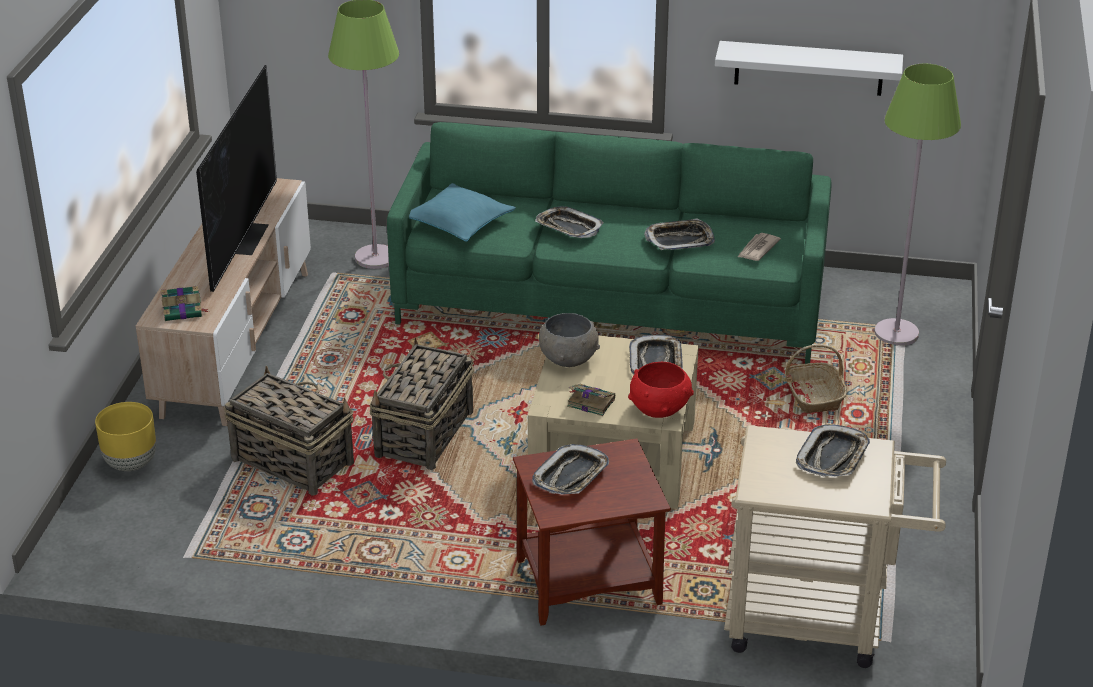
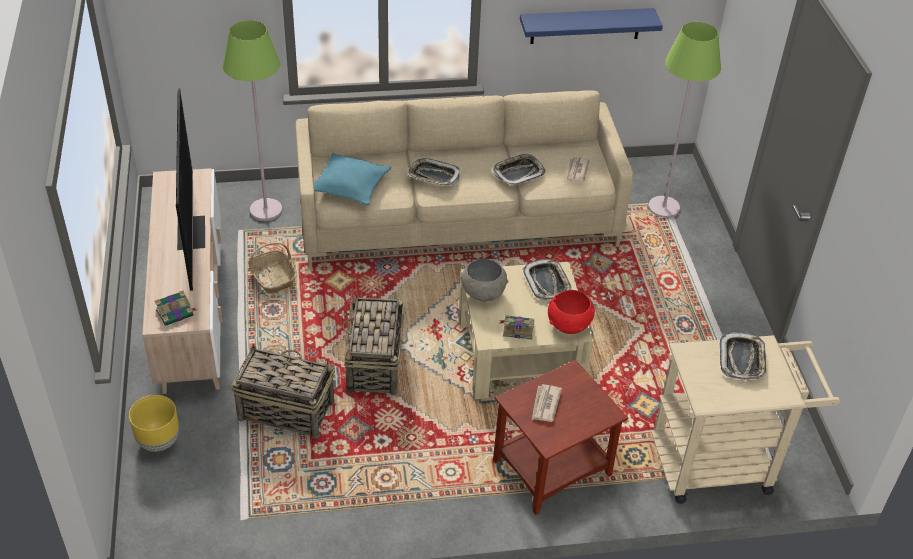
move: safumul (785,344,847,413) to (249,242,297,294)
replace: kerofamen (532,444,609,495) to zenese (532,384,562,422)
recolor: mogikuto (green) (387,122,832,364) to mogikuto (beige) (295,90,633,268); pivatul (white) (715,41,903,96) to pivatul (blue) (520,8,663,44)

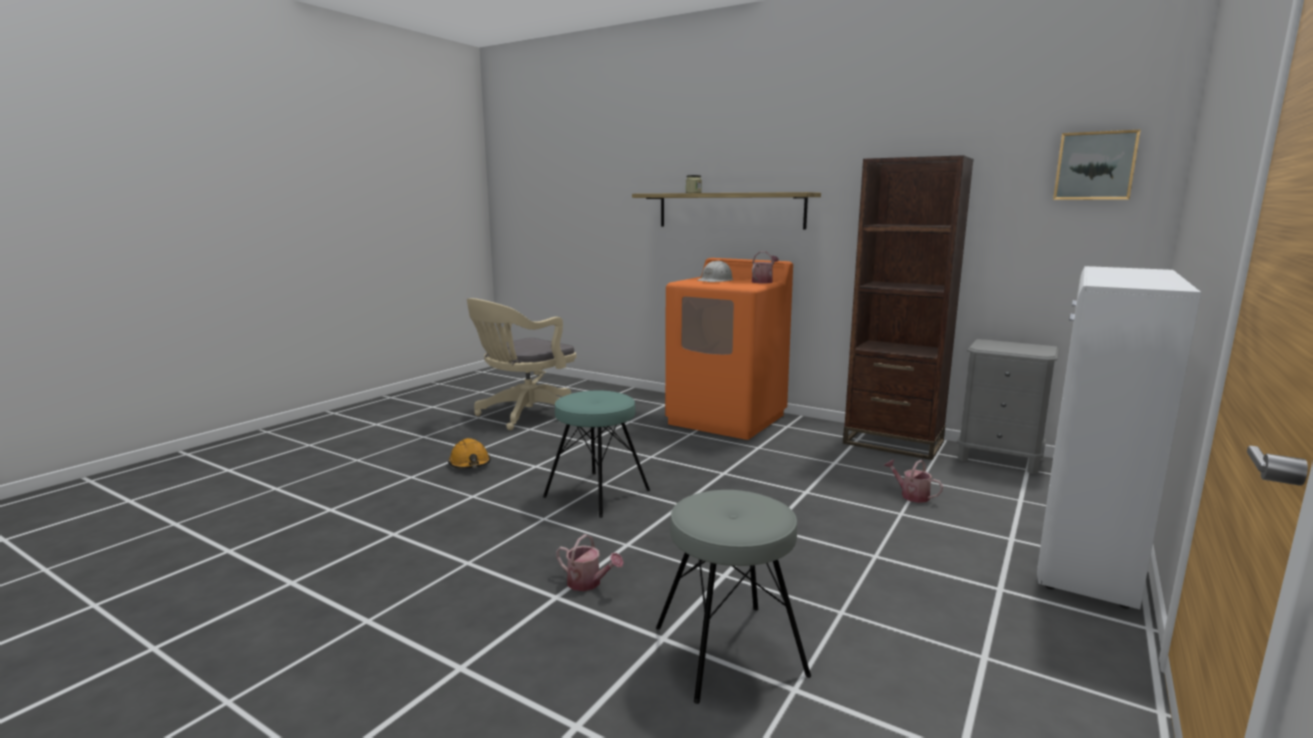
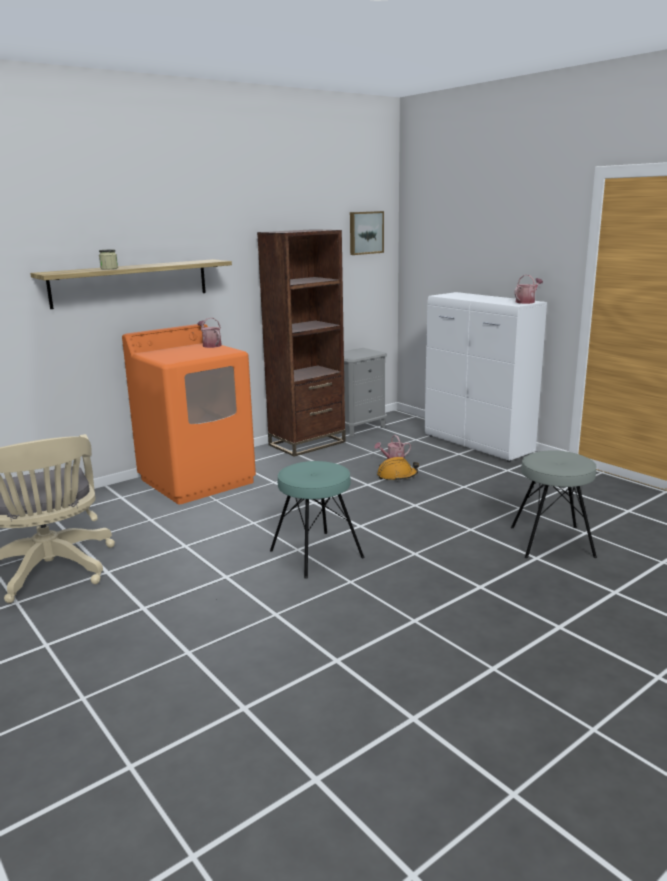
delete: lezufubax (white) (697,261,734,282)
move: lezufubax (orange) (448,438,491,469) to (377,457,419,481); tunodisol (556,534,624,591) to (514,275,543,304)

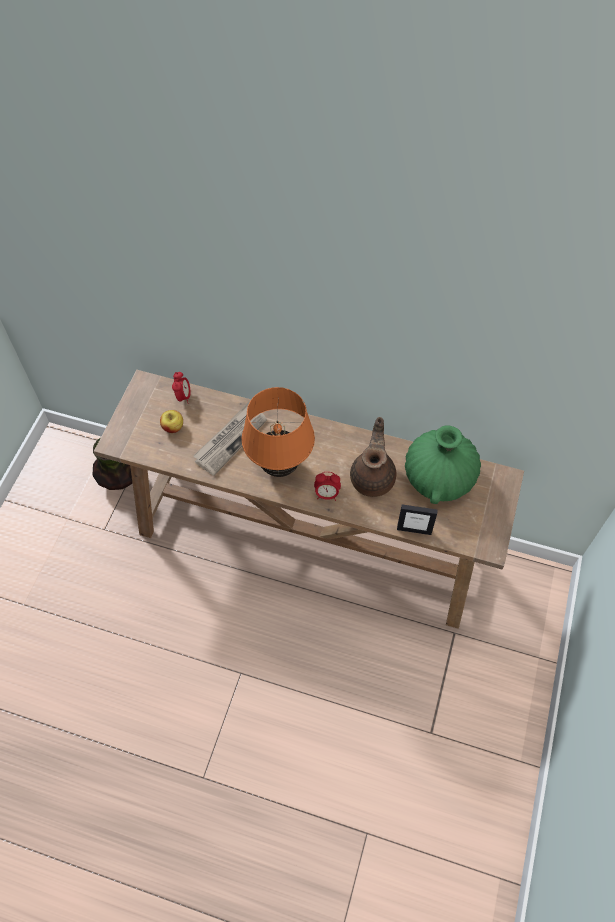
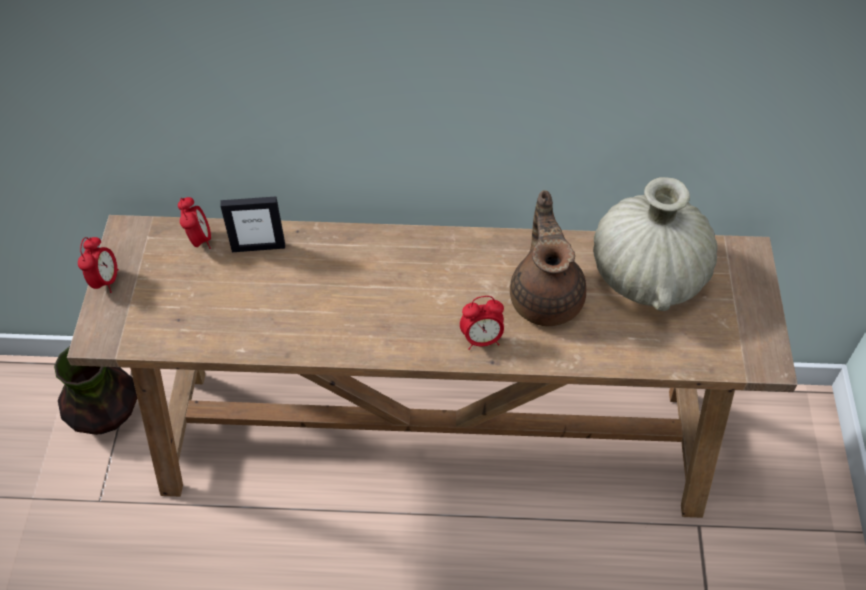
delete: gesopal (160,410,183,433); zenese (193,402,267,476); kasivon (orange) (242,387,315,477)
insert: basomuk (78,237,119,293)
move: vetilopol (397,504,438,535) to (220,196,285,252)
recolor: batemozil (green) (405,425,481,504) to batemozil (beige) (593,177,717,311)

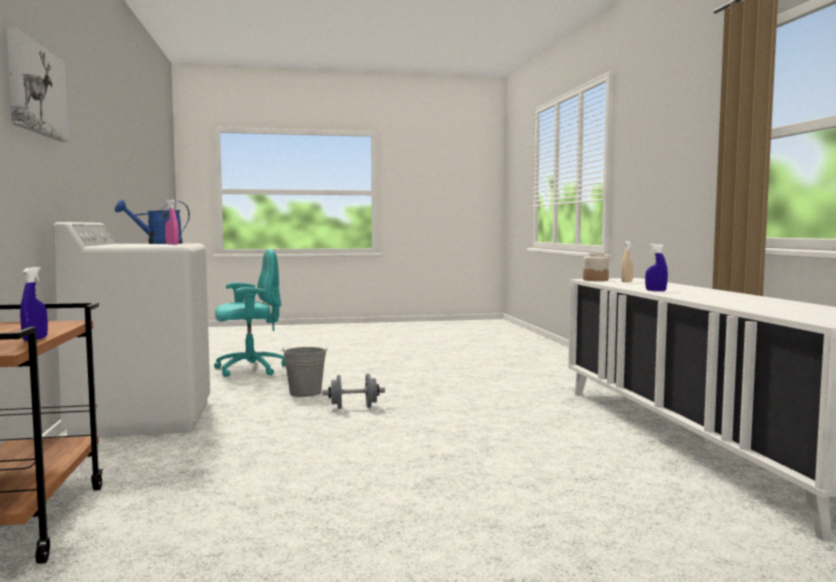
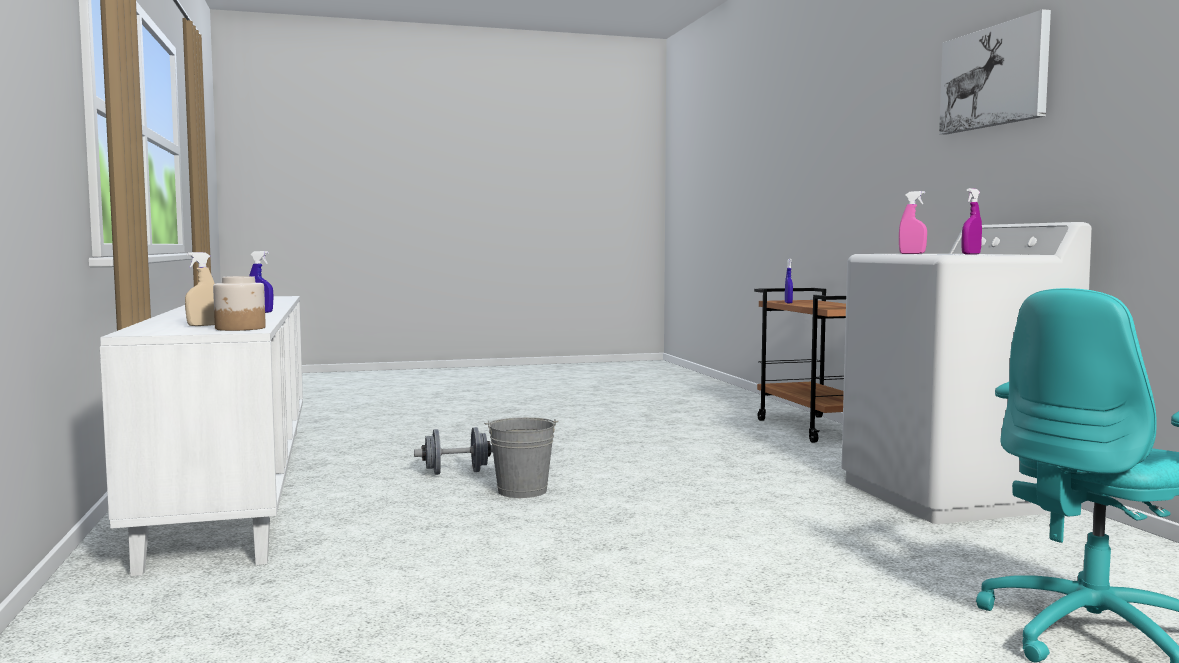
move: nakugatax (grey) (282,347,328,397) to (484,417,559,498); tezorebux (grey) (322,374,385,409) to (414,427,493,475)
replace: tunodisol (blue) (115,199,190,244) to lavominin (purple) (962,188,982,254)

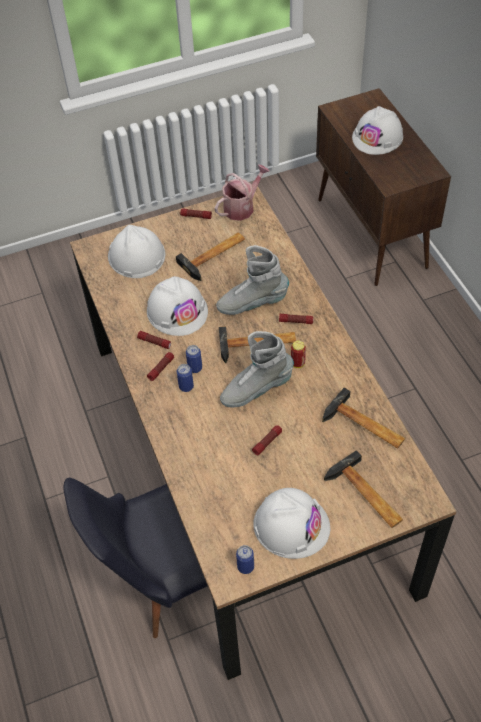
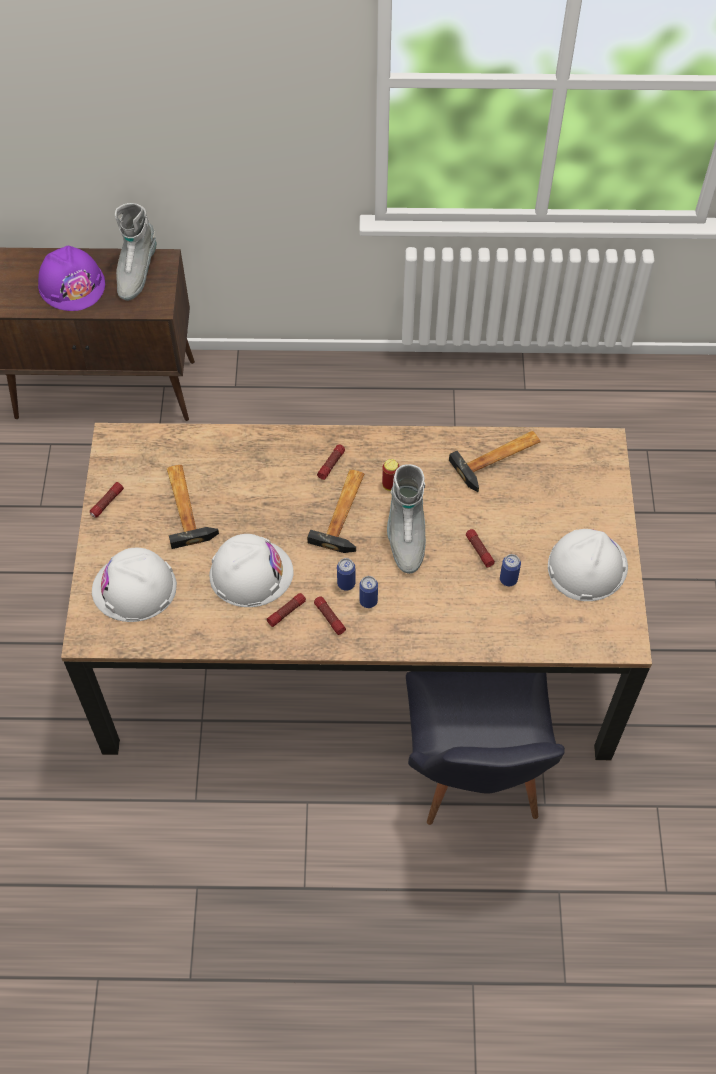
delete: tunodisol (215,164,270,221); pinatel (324,450,403,528)
move: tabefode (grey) (216,245,289,315) to (115,203,157,301); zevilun (236,545,254,574) to (500,554,521,586)
recolor: lezufubax (white) (352,106,403,155) to lezufubax (purple) (38,246,105,311)

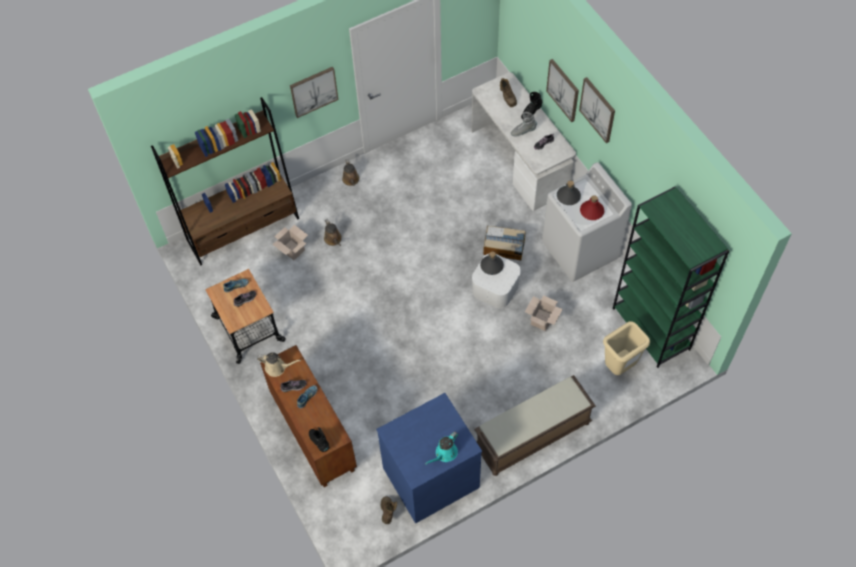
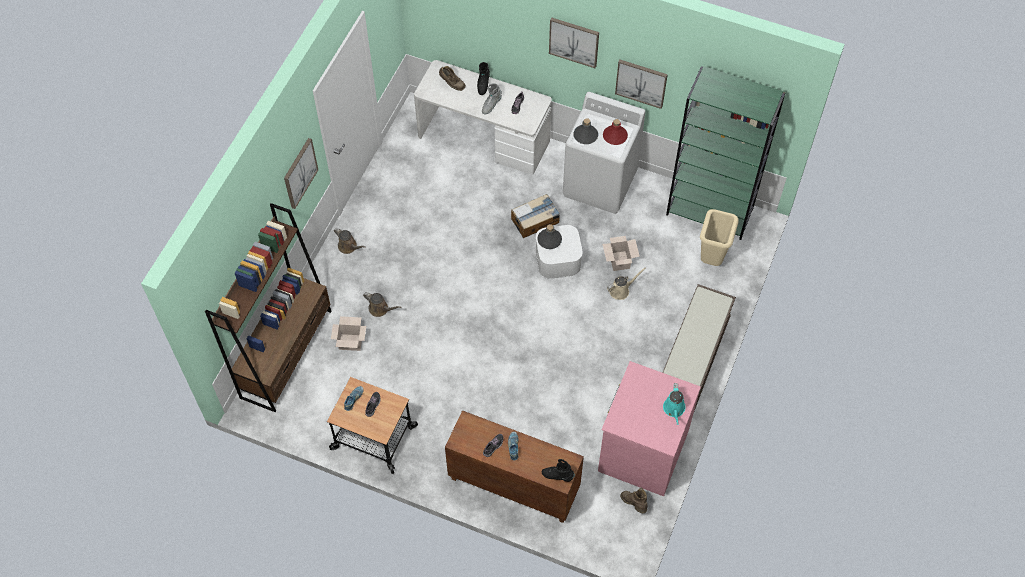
move: tunodisol (beige) (257,352,301,377) to (607,267,646,300); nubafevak (546,59,579,122) to (615,60,668,109)
recolor: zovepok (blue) (376,393,482,523) to zovepok (pink) (598,361,701,496)

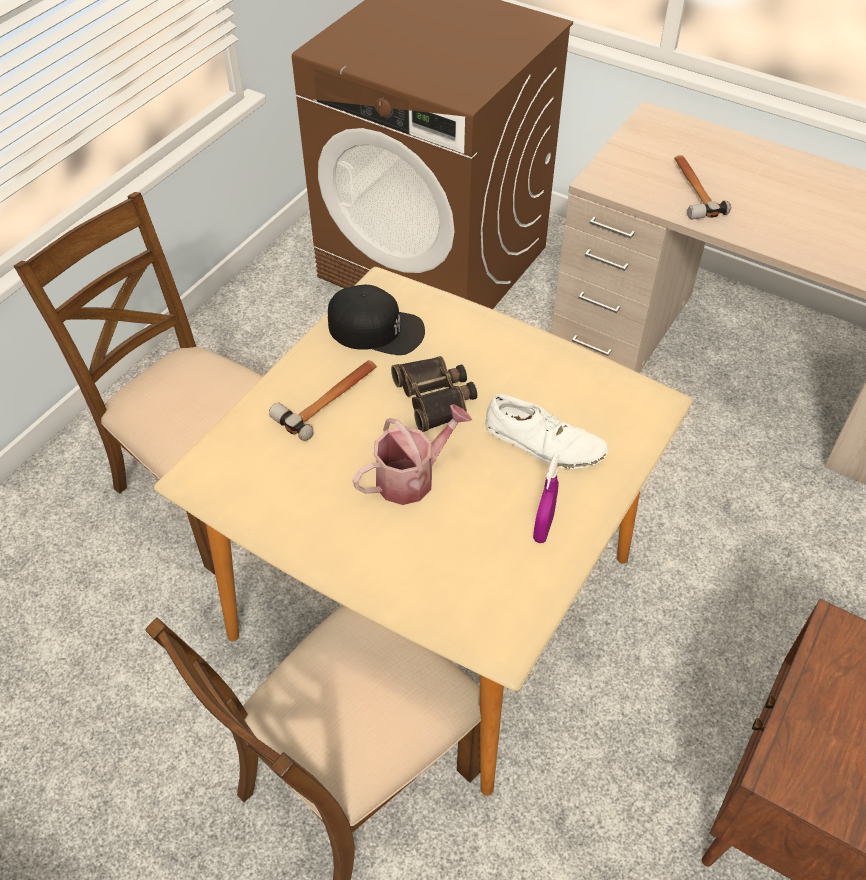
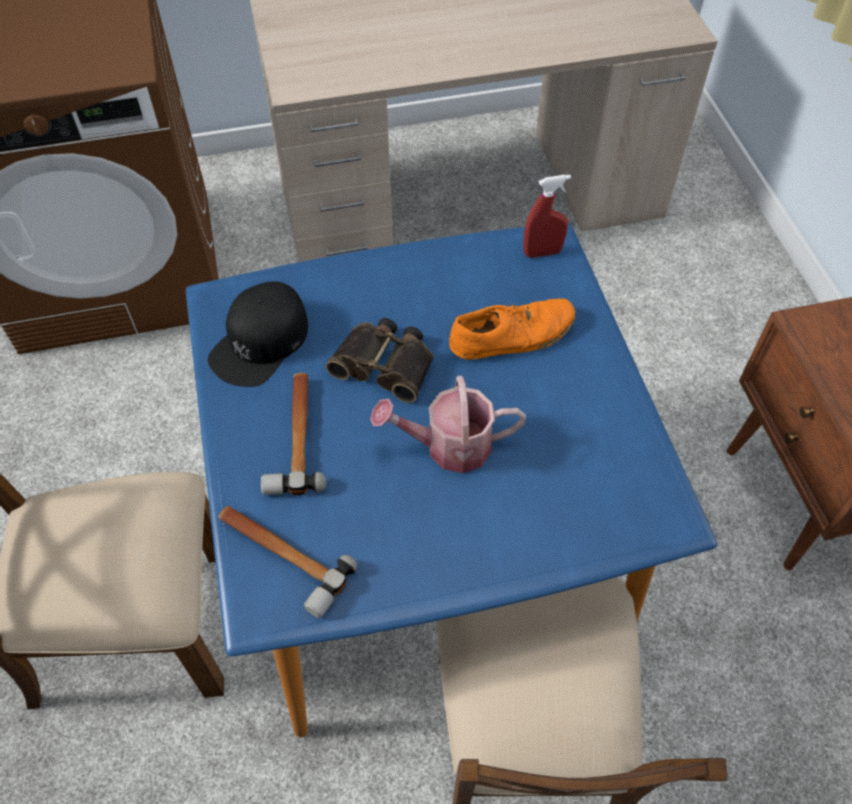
delete: lavominin (purple) (533,454,560,543)
insert: lavominin (red) (523,175,571,258)
move: pinatel (674,155,731,220) to (218,506,357,618)
recolor: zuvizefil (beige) (154,267,693,796) to zuvizefil (blue) (186,222,717,738); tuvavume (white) (485,394,608,469) to tuvavume (orange) (449,298,576,360)
rotate: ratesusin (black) (328,285,425,355) = (208,281,308,387) 150 degrees clockwise; tunodisol (353,404,472,505) = (370,376,526,473) 105 degrees counterclockwise

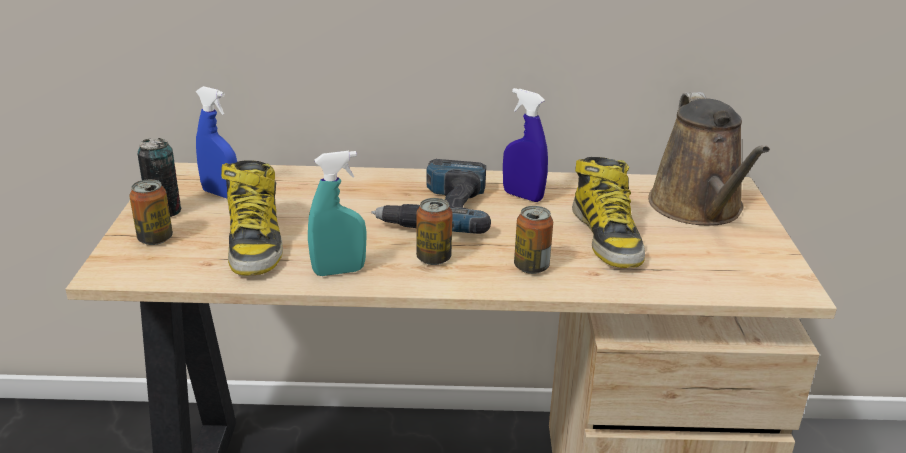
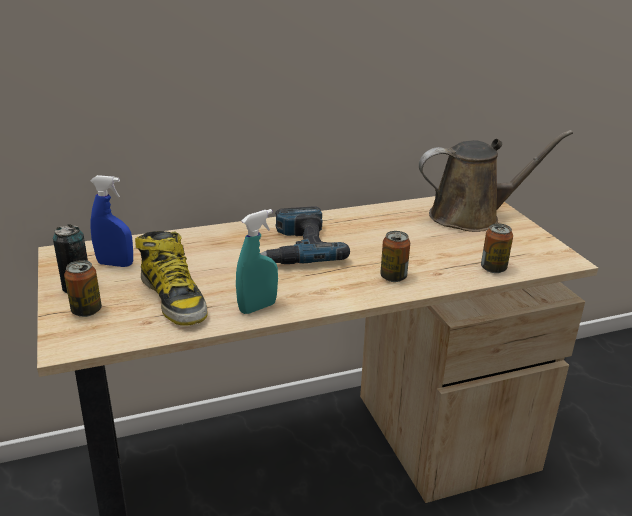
delete: lavominin (blue) (503,88,548,202); tabefode (572,157,645,268)
move: zevilun (416,198,453,265) to (481,223,513,273)
rotate: tunodisol (brown) (648,92,770,226) = (419,130,573,232) 75 degrees counterclockwise

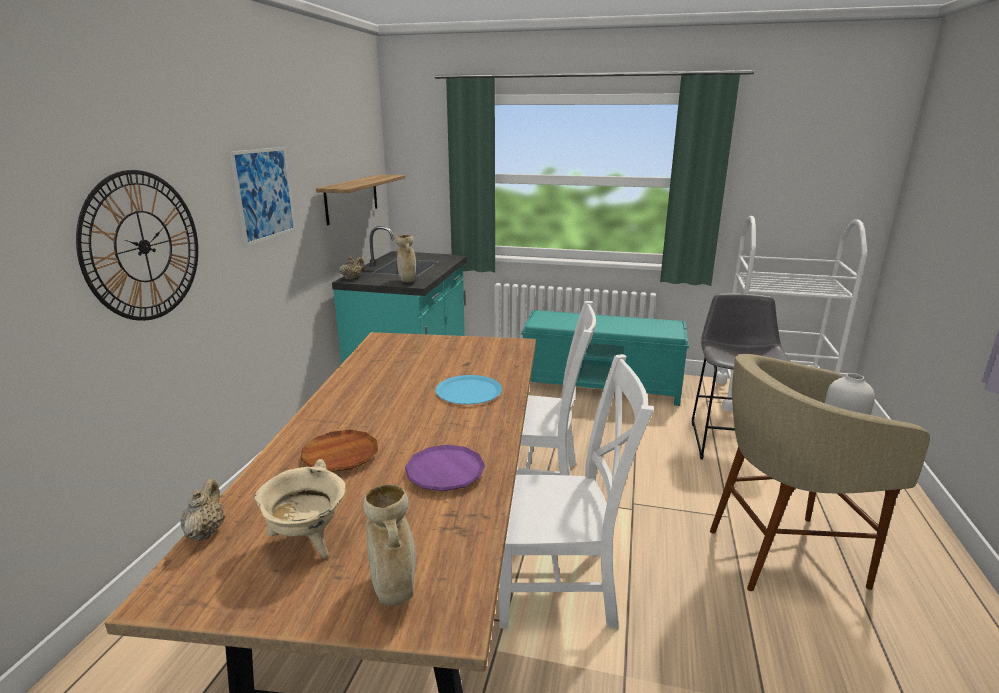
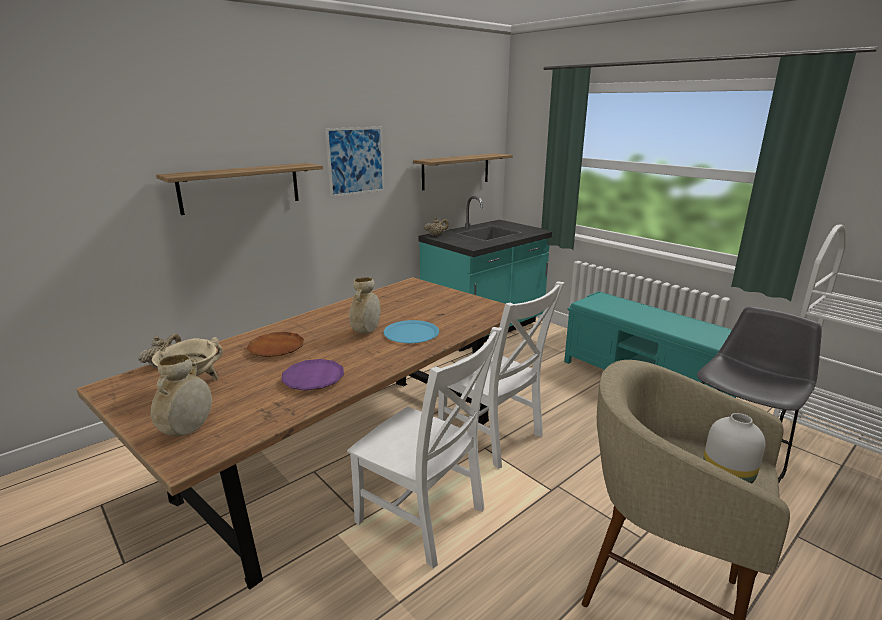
move: batemozil (beige) (396,235,416,282) to (349,277,381,334)
replace: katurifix (76,170,198,321) to pivatul (156,163,323,215)

